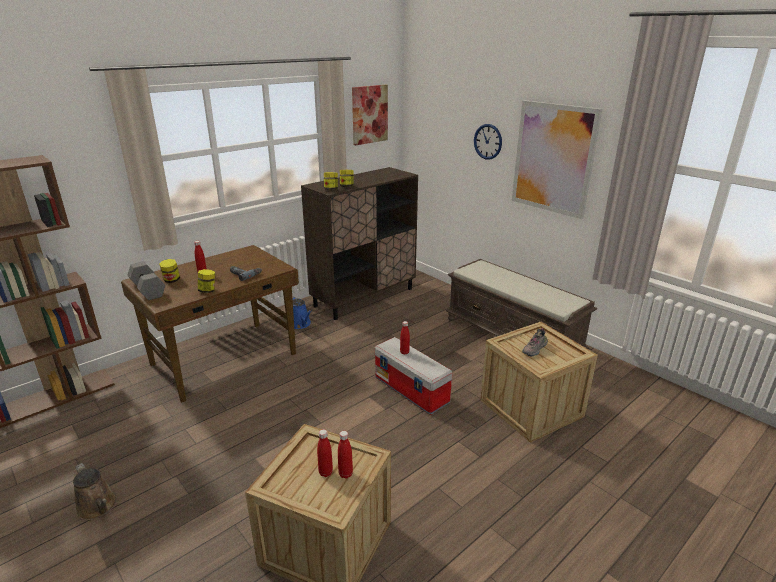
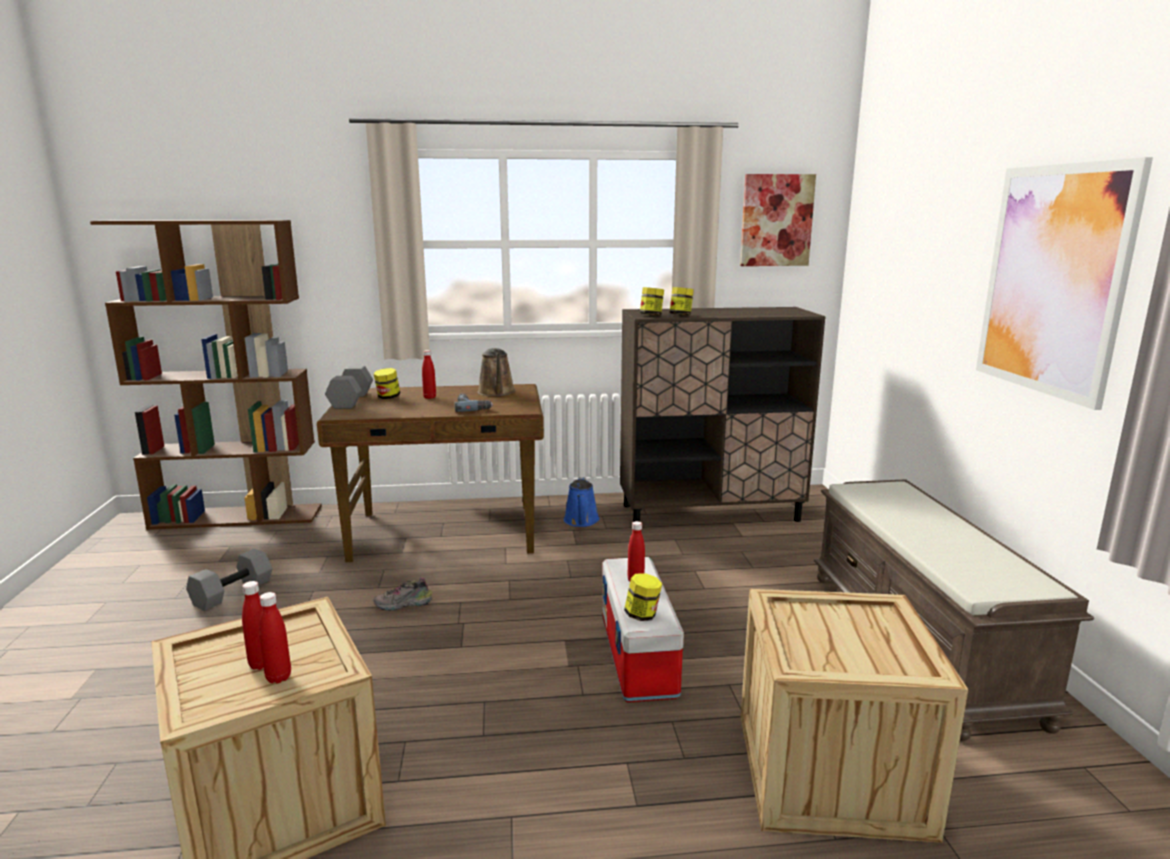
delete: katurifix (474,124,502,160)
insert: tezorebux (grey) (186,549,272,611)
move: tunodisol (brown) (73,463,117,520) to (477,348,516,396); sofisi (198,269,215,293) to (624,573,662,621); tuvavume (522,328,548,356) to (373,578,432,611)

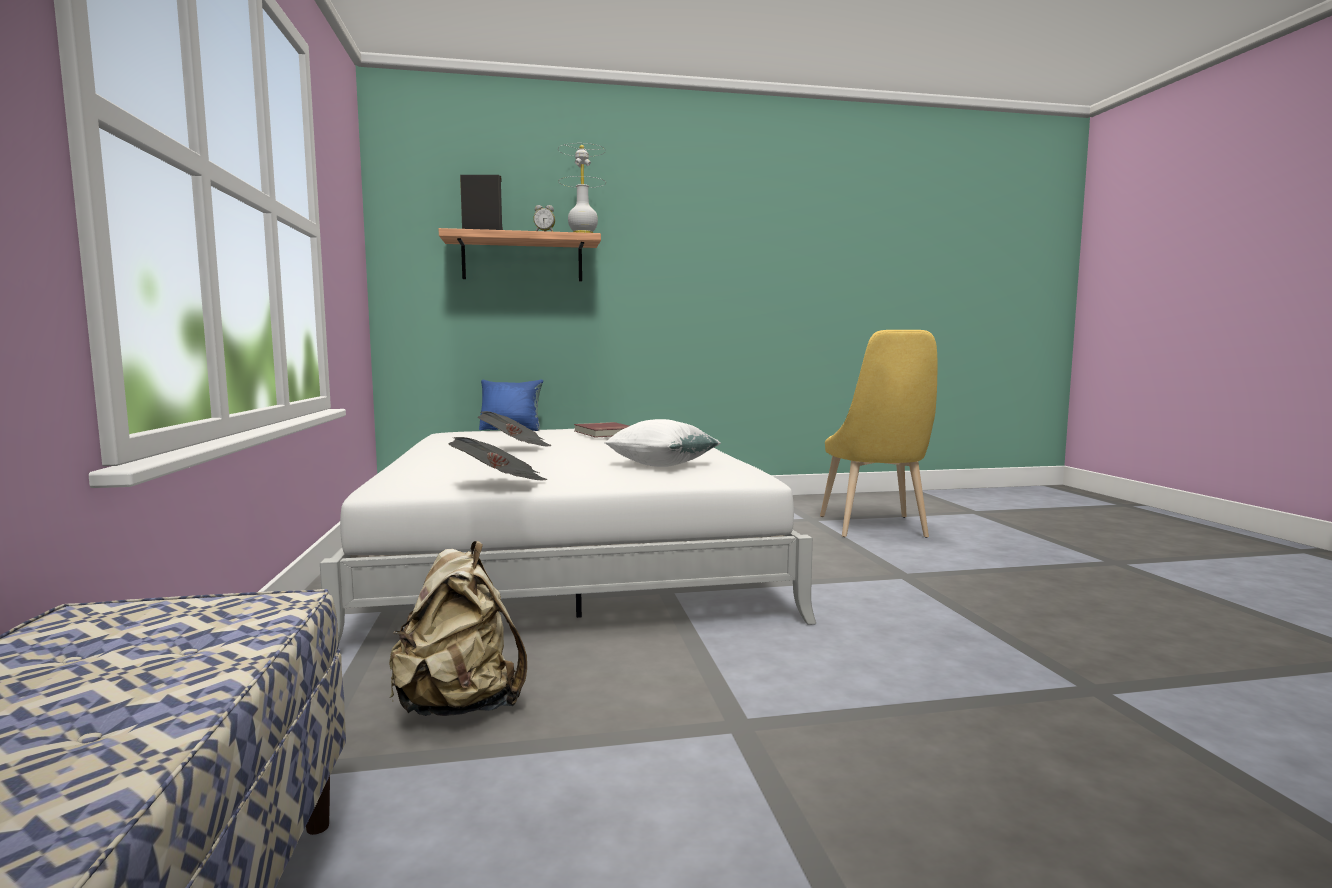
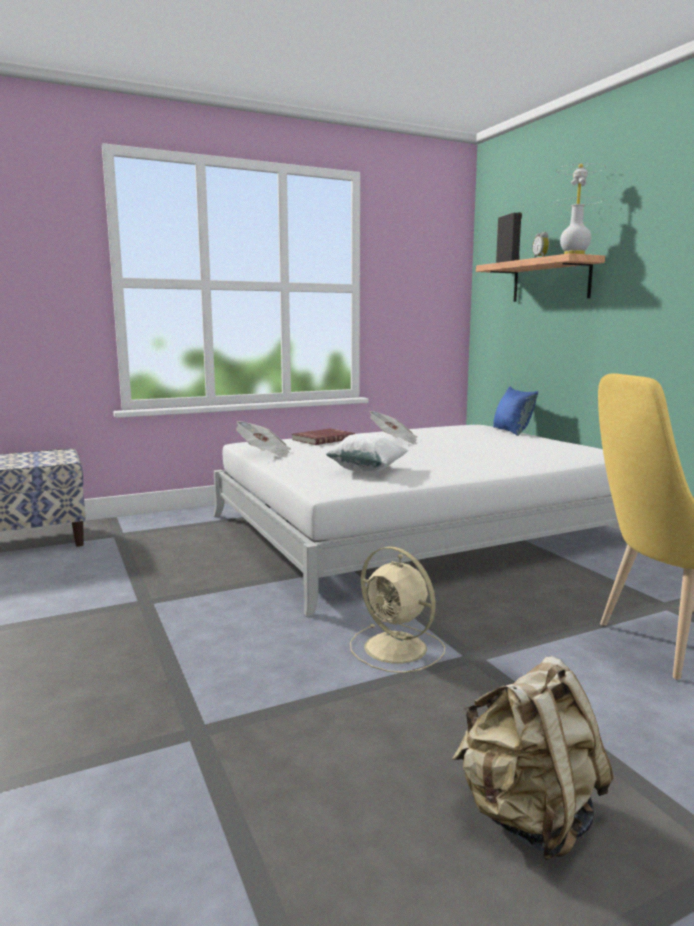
insert: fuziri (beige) (350,546,445,673)
move: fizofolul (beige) (389,541,527,716) to (452,656,613,860); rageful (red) (574,422,629,438) to (292,428,355,445)

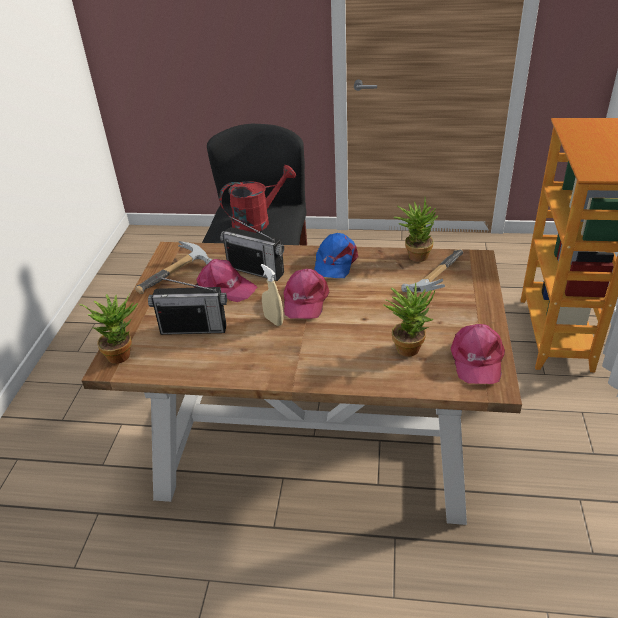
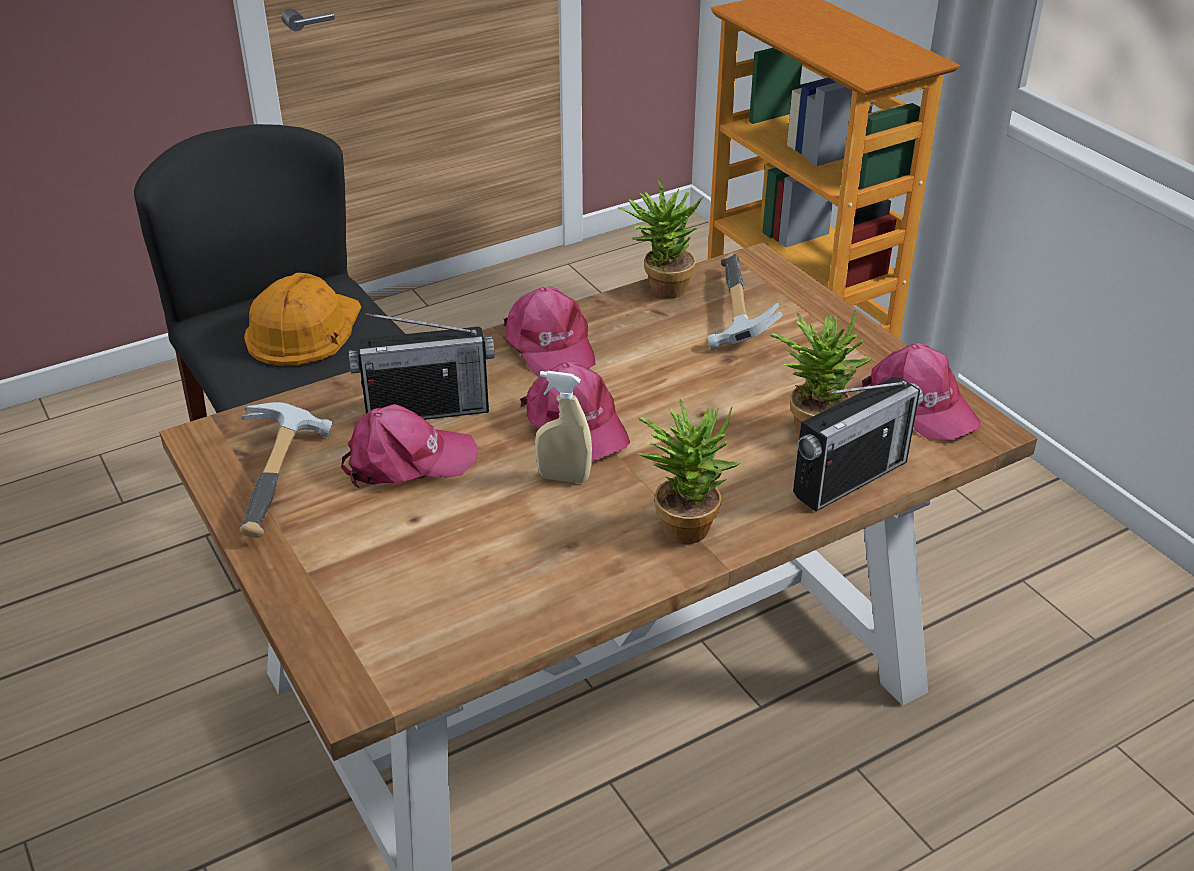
move: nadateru (79,294,138,364) to (637,399,740,544); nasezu (148,277,227,335) to (793,377,923,512)
replace: tunodisol (red) (219,165,296,233) to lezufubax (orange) (244,273,361,366)
recolor: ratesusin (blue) (315,233,359,278) to ratesusin (pink) (503,287,595,376)

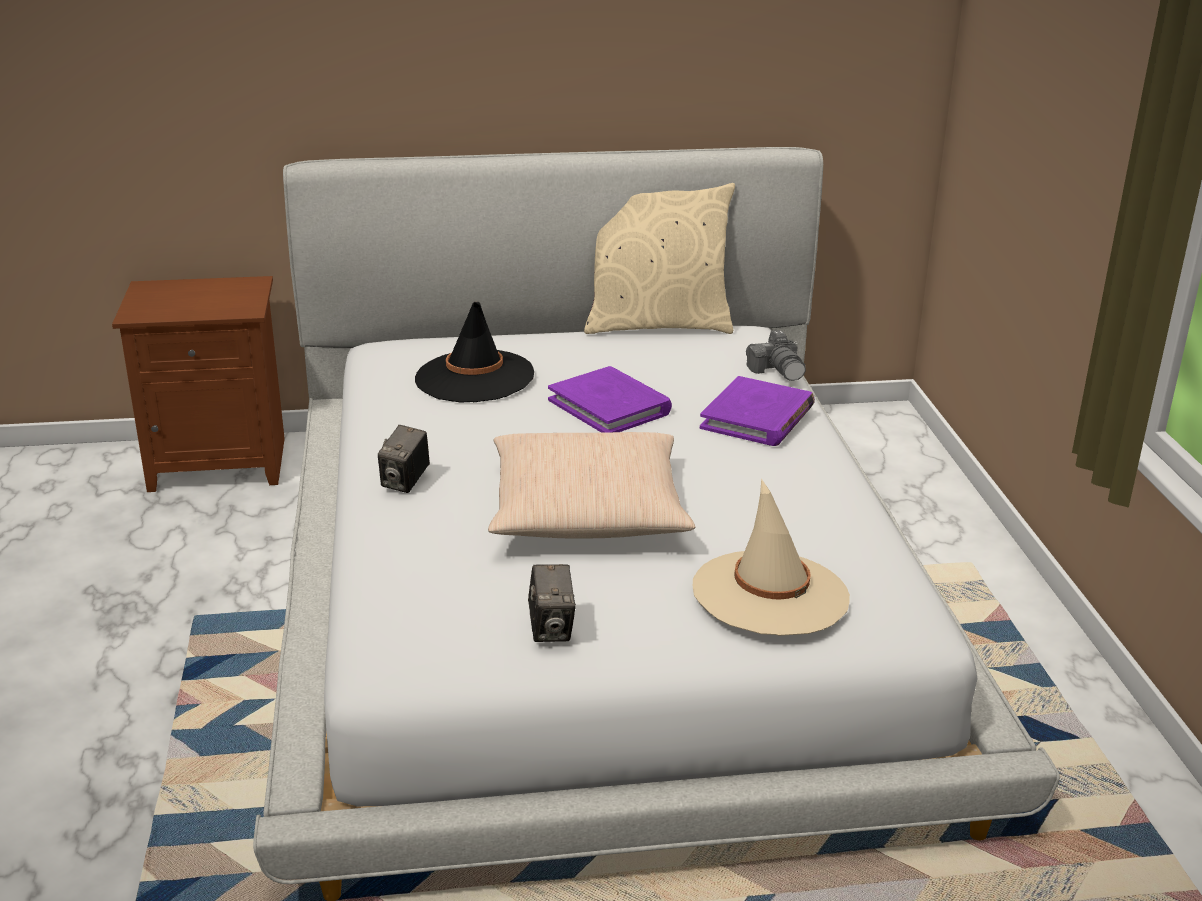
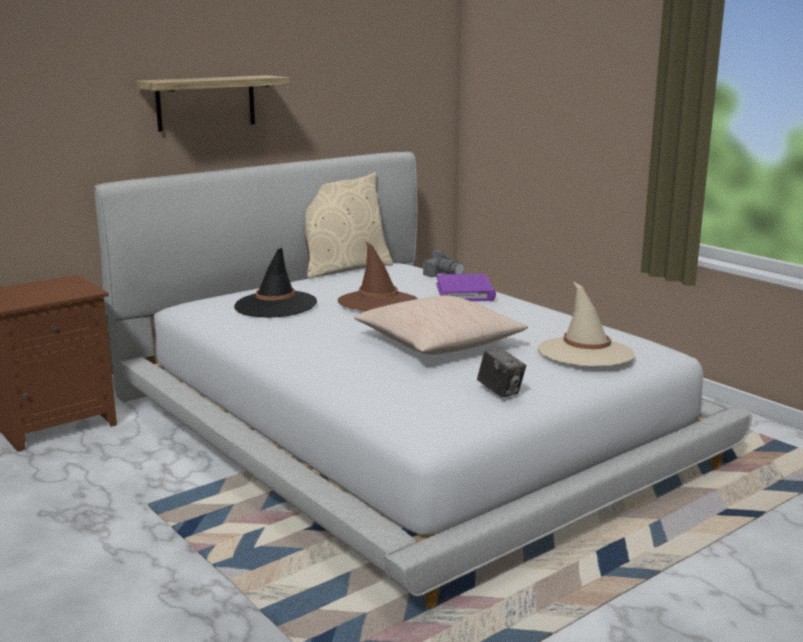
delete: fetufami (378,425,430,493)
insert: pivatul (136,75,290,132)
replace: rageful (purple) (548,366,672,433) to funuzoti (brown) (338,241,418,311)

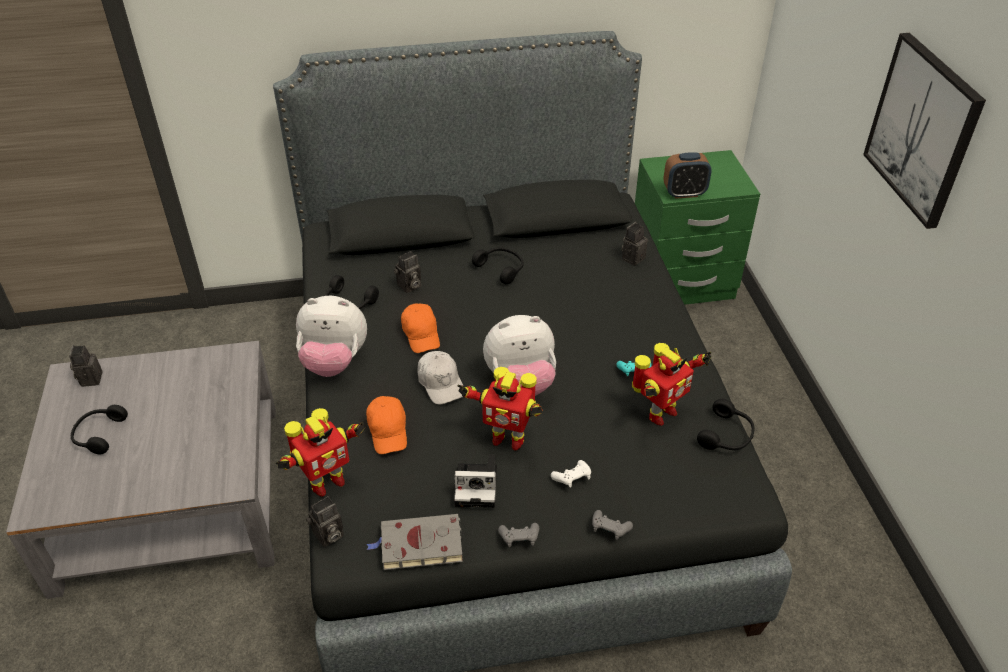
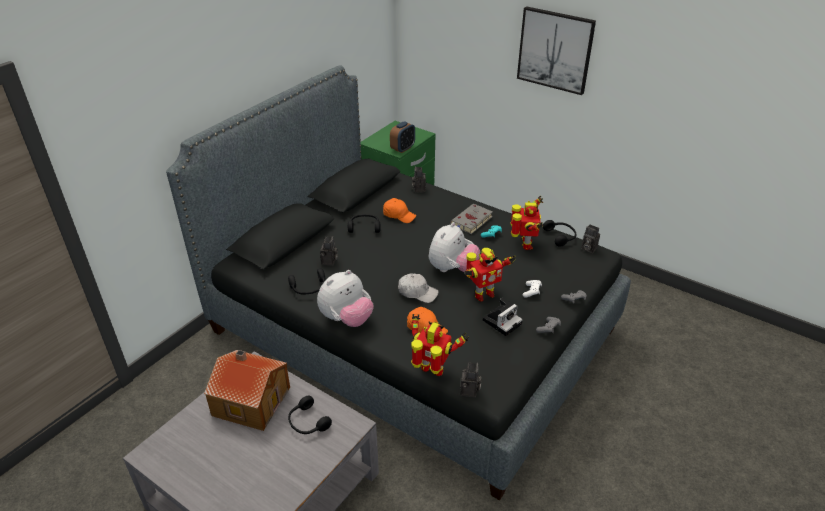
insert: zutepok (204,350,290,431)
move: fetufami (69,345,103,387) to (582,225,600,253); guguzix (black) (71,405,128,454) to (288,396,332,434); rageful (grey) (367,514,463,570) to (450,204,493,234); ratesusin (orange) (401,304,440,353) to (383,198,417,223)
rotate: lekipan (276,408,366,497) = (411,314,469,376) 75 degrees counterclockwise

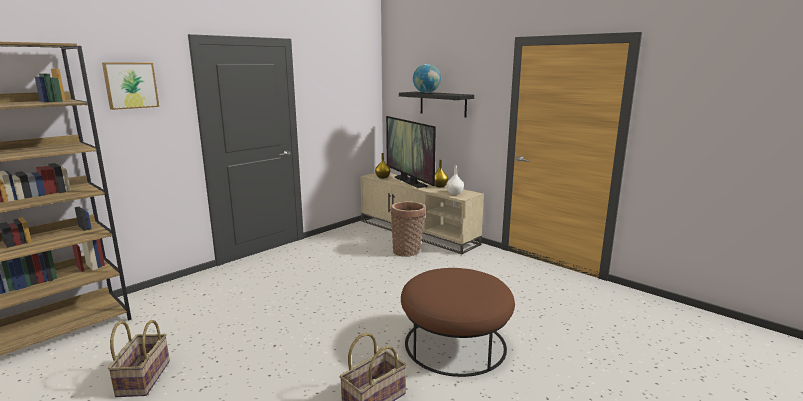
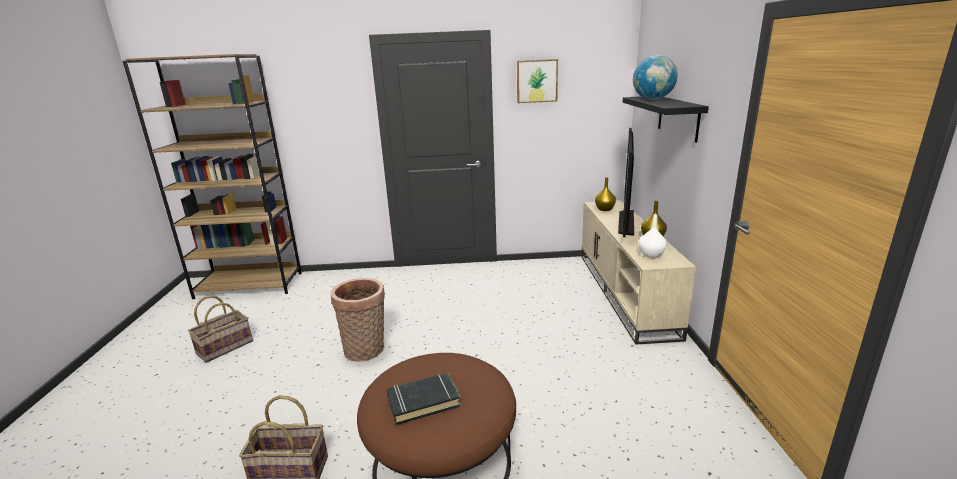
insert: rageful (black) (387,373,461,425)
move: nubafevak (102,63,159,110) to (517,59,558,103); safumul (391,201,426,257) to (331,278,385,362)

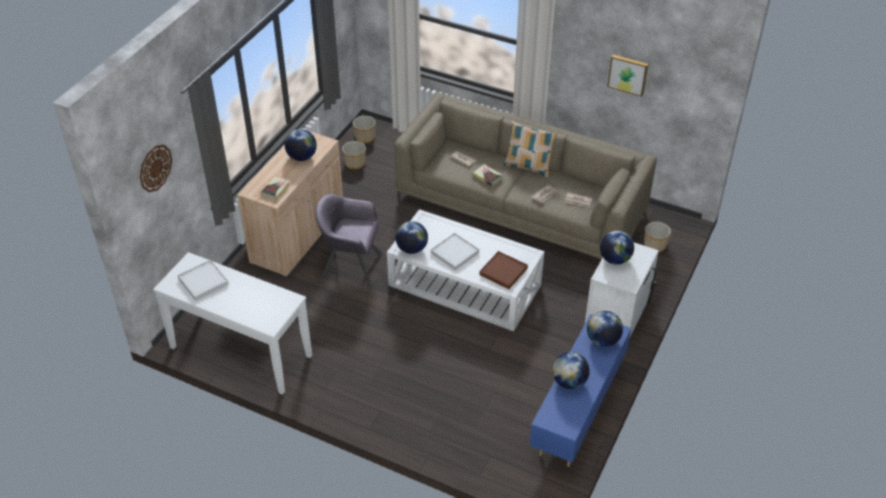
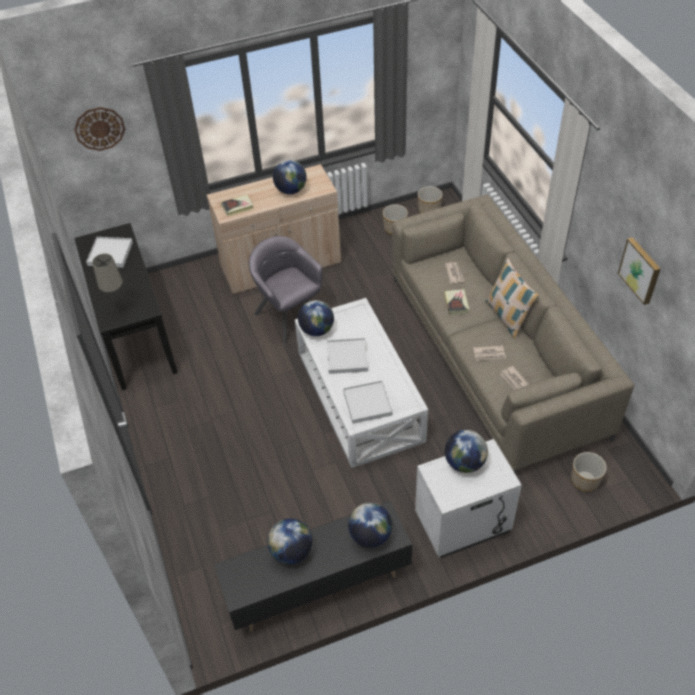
insert: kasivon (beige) (92,254,123,308)
recolor: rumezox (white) (153,252,312,395) to rumezox (black) (74,223,178,390); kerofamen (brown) (479,251,528,289) to kerofamen (white) (343,381,392,424); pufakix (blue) (530,314,631,467) to pufakix (black) (214,501,412,632)

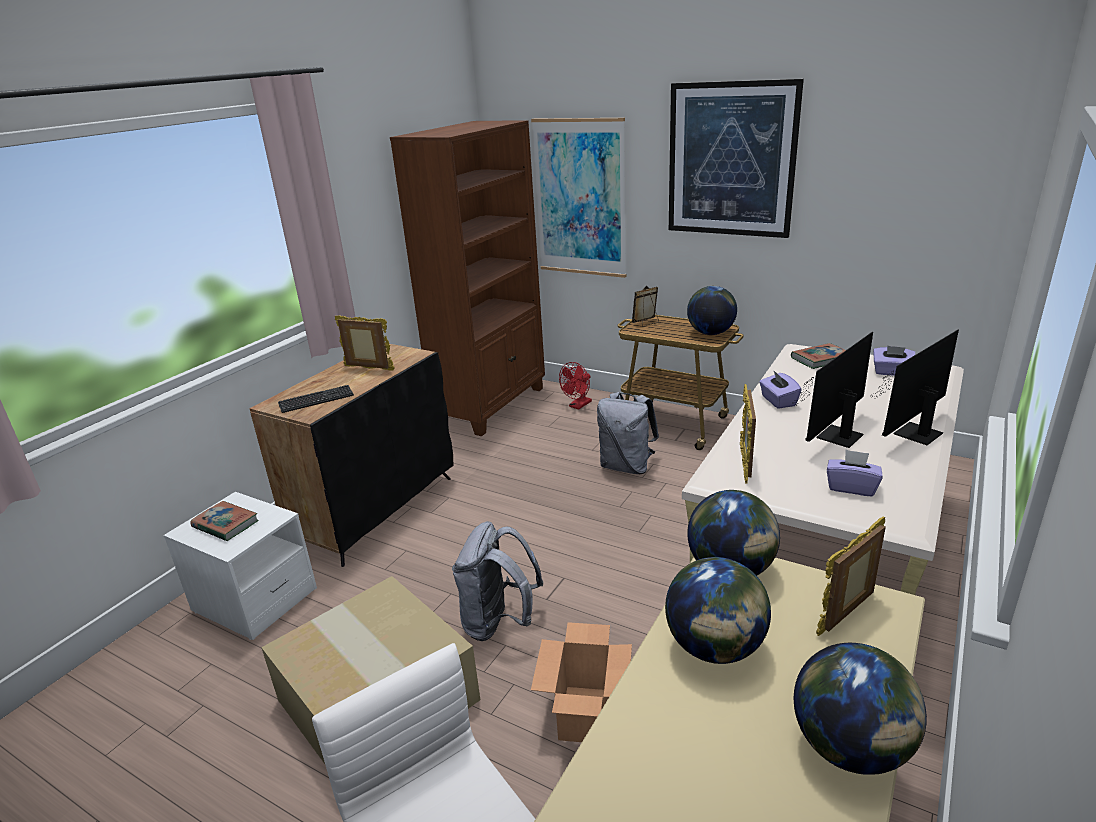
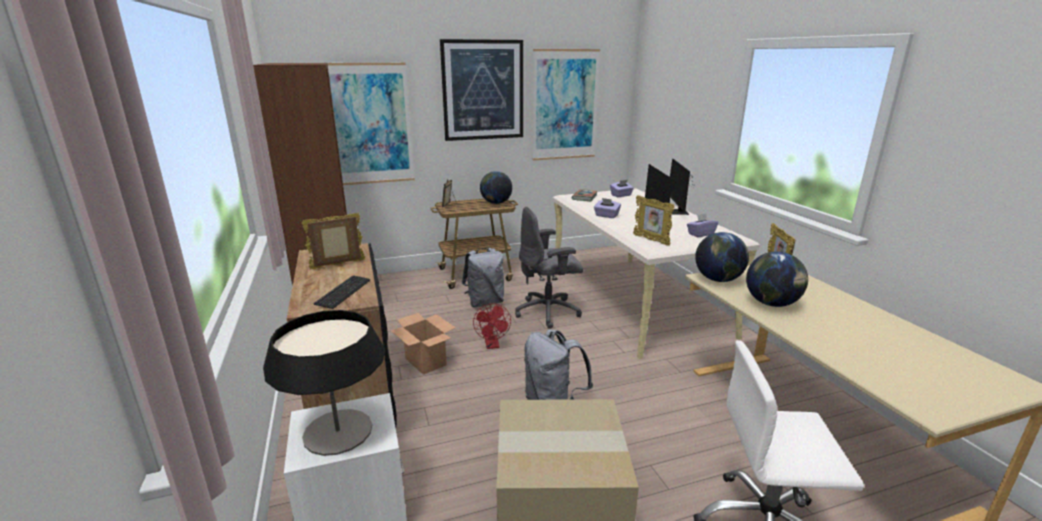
delete: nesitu (794,643,927,775)
insert: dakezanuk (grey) (515,207,583,329); nubafevak (532,49,600,160)
move: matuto (531,622,632,742) to (391,313,456,375); fuziri (red) (559,362,592,410) to (473,303,511,349)
replace: rageful (191,501,258,541) to kasivon (263,310,385,456)

